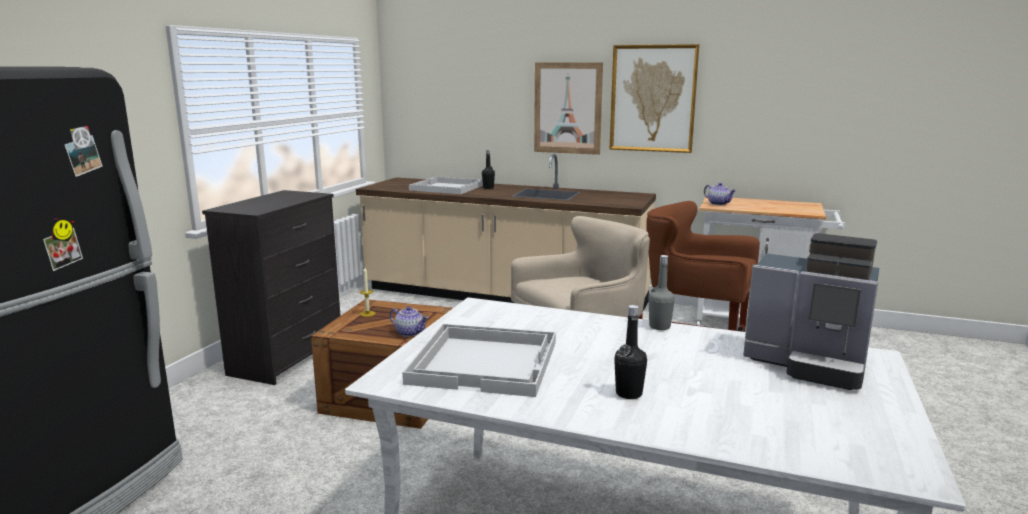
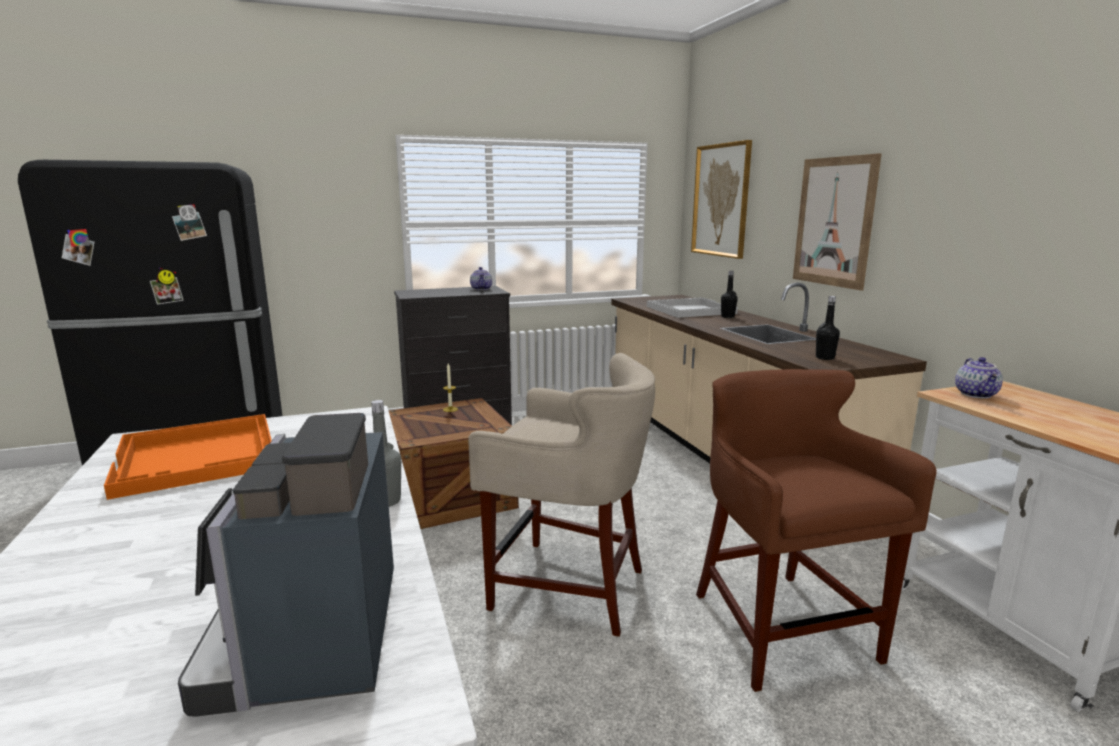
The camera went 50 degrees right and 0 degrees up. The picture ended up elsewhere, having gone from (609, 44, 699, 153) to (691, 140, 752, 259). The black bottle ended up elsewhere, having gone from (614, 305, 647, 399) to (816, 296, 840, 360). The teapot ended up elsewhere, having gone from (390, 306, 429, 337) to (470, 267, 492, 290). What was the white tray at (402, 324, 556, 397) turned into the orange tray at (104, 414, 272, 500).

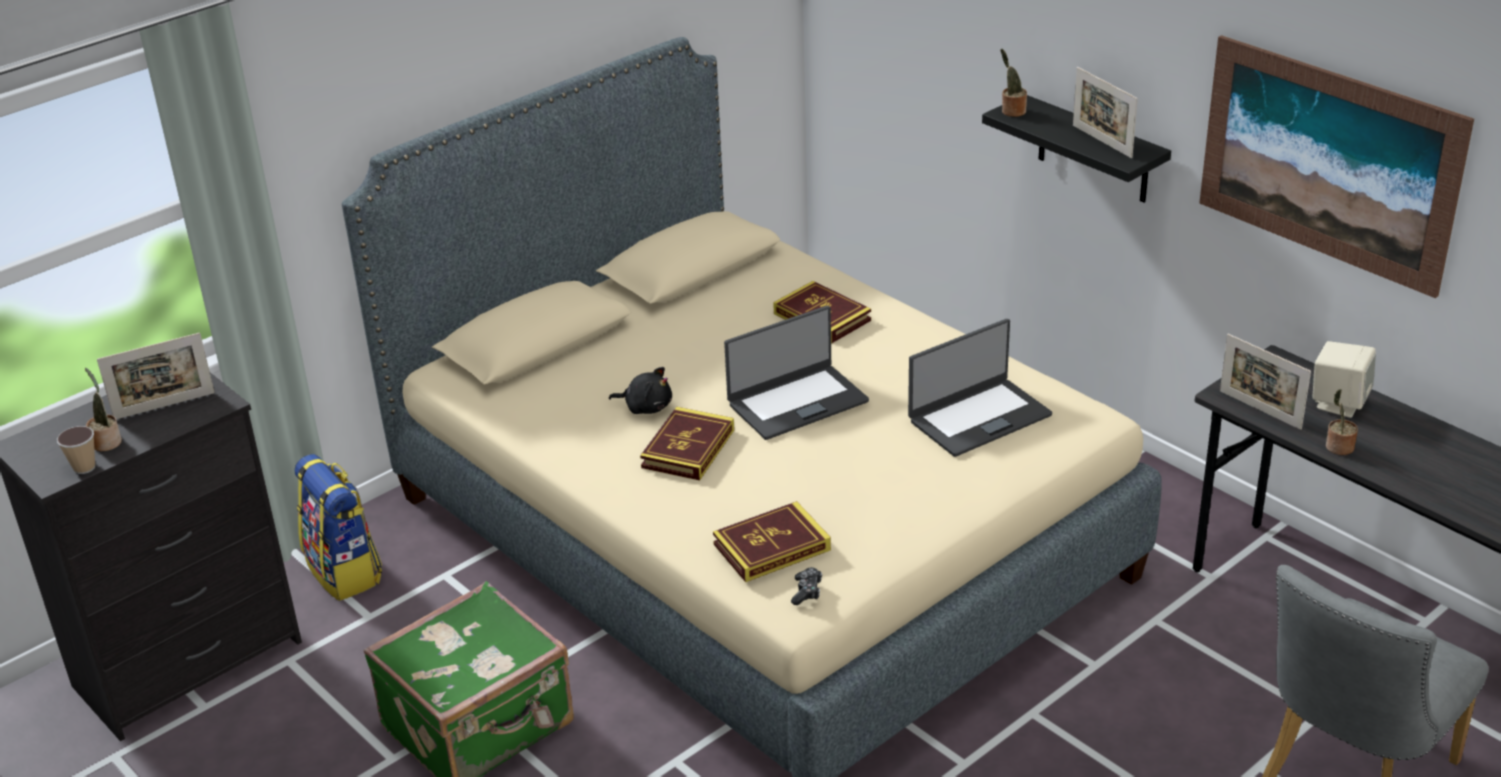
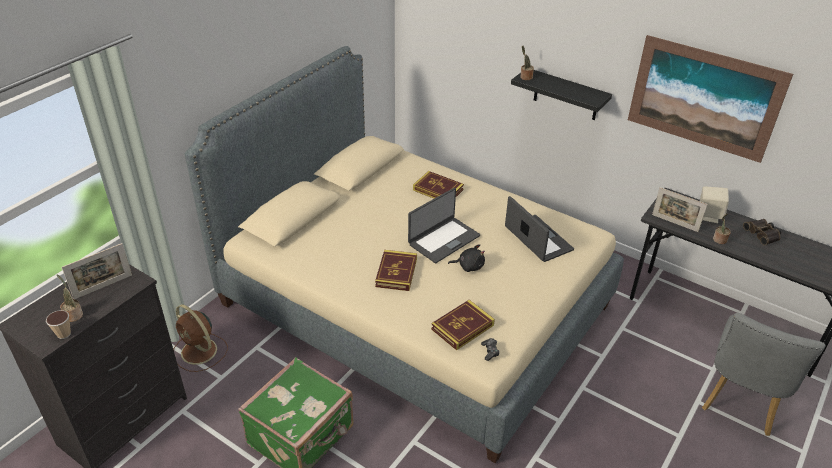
The camera went 15 degrees left and 5 degrees up. The second view lost the picture frame at (1073, 67, 1138, 158). The laptop at (908, 319, 1052, 457) ended up facing another way, 75 degrees counterclockwise from before. The black plush toy ended up elsewhere, having gone from (609, 367, 672, 414) to (448, 244, 485, 272). Where the backpack stood at (294, 454, 382, 601), the brown fan came to stand at (173, 305, 228, 372). The second view gained the binoculars at (743, 219, 781, 245).

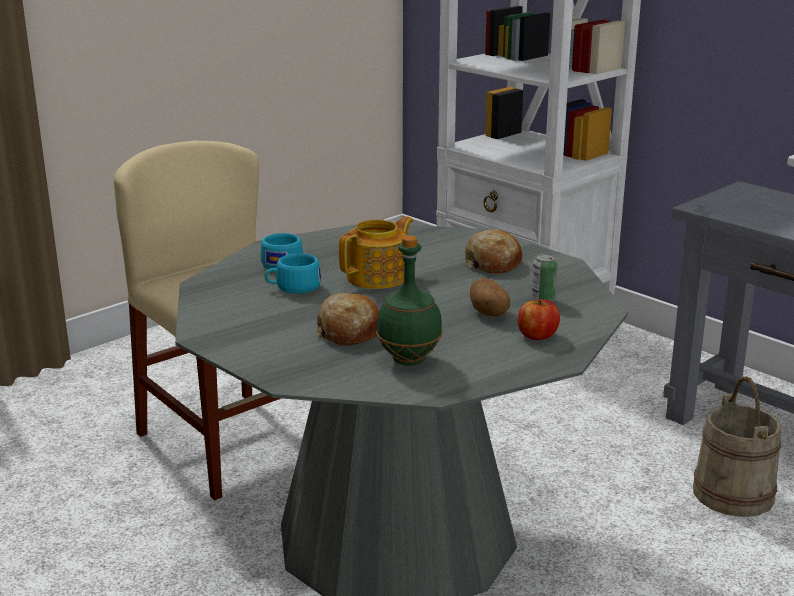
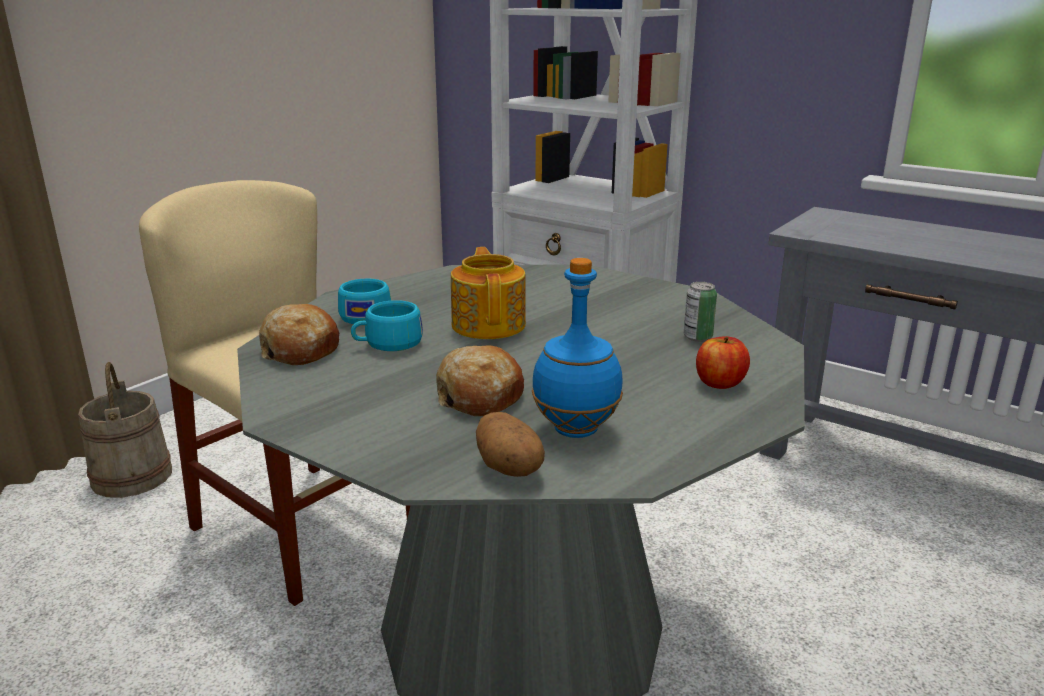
The camera went 10 degrees left and 0 degrees up. The teapot at (339, 216, 414, 289) ended up facing another way, 45 degrees counterclockwise from before. The bread ended up elsewhere, having gone from (465, 230, 522, 274) to (259, 304, 339, 365). What was the green bottle at (376, 236, 442, 366) turned into the blue bottle at (532, 258, 623, 438). The potato ended up elsewhere, having gone from (470, 278, 510, 317) to (476, 412, 545, 477). The beige bucket ended up elsewhere, having gone from (693, 376, 782, 517) to (78, 362, 172, 498).

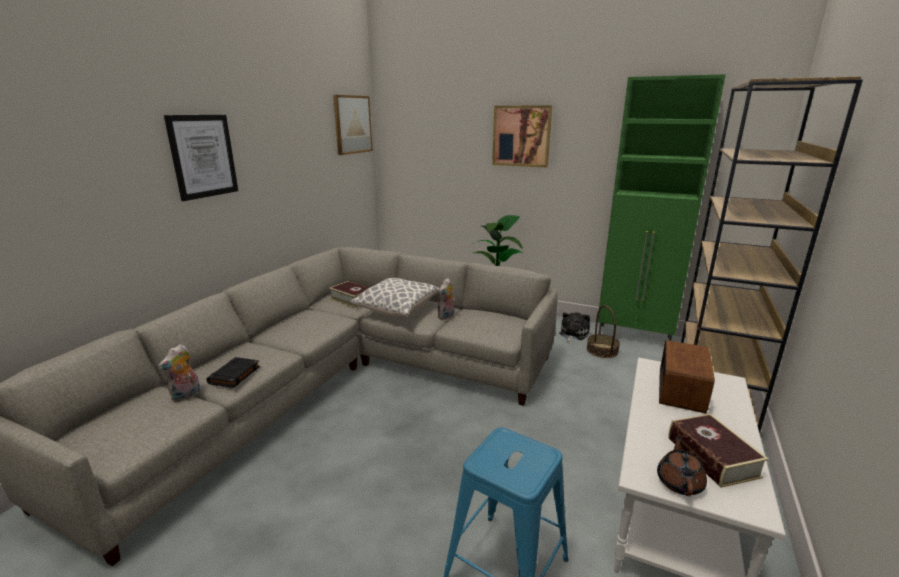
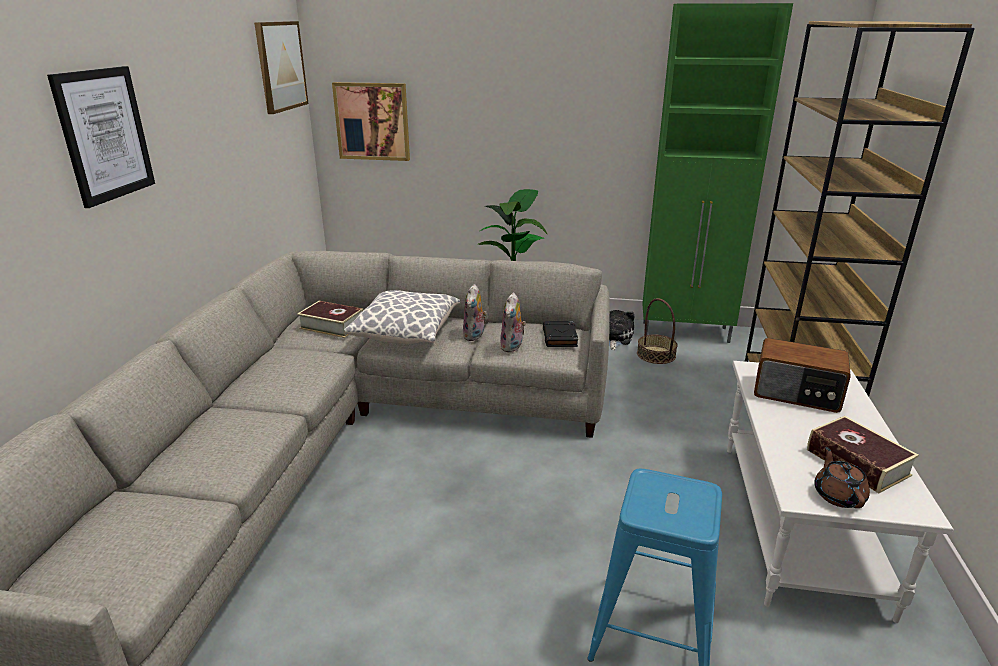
The camera went 15 degrees left and 5 degrees up. The picture ended up elsewhere, having gone from (492, 105, 552, 168) to (332, 82, 410, 161). The radio at (659, 340, 715, 414) ended up facing another way, 105 degrees clockwise from before. The plush toy ended up elsewhere, having gone from (158, 344, 201, 402) to (500, 293, 526, 353). The black book ended up elsewhere, having gone from (206, 357, 260, 388) to (543, 321, 578, 347).

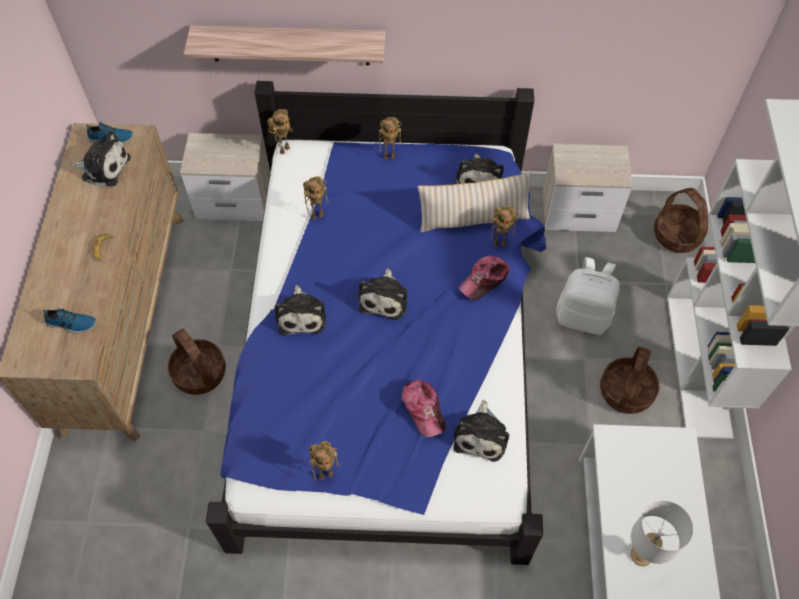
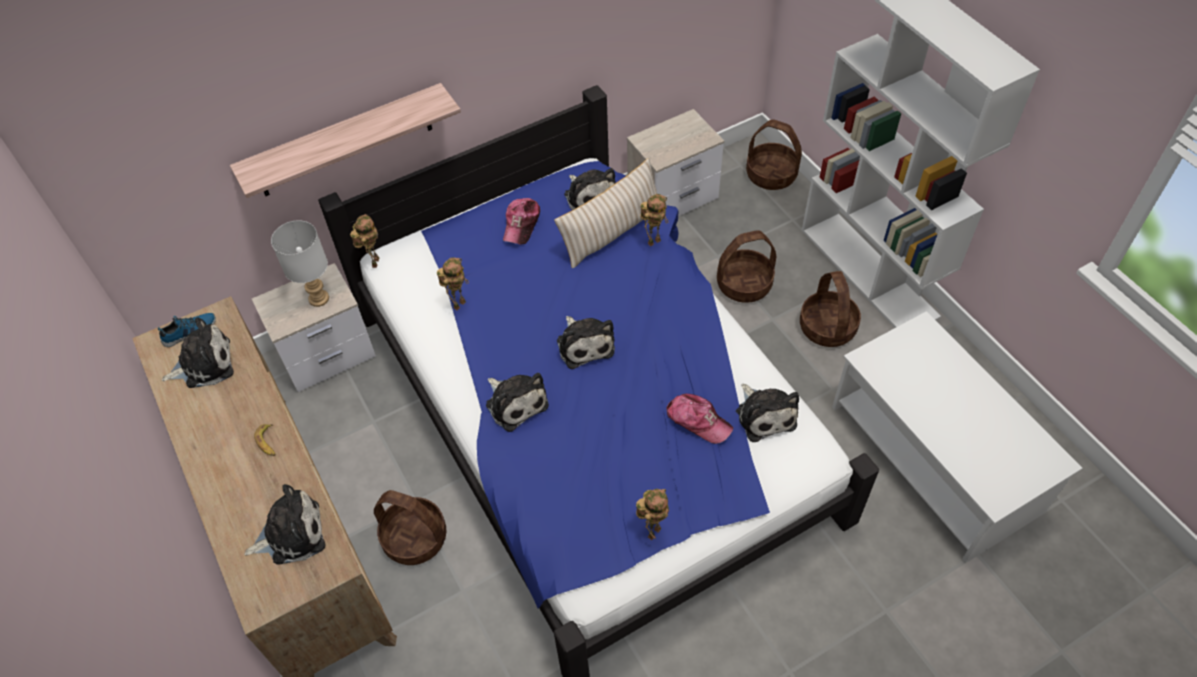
The camera went 30 degrees left and 5 degrees down. The second view lost the toy robot at (379, 117, 402, 159). The cap ended up elsewhere, having gone from (459, 256, 510, 300) to (503, 198, 540, 244). Where the white backpack stood at (556, 257, 620, 335), the basket came to stand at (717, 230, 777, 303). Where the shoe stood at (43, 308, 96, 333), the plush toy came to stand at (245, 484, 325, 565). The white table lamp ended up elsewhere, having gone from (631, 501, 693, 566) to (271, 220, 329, 307).

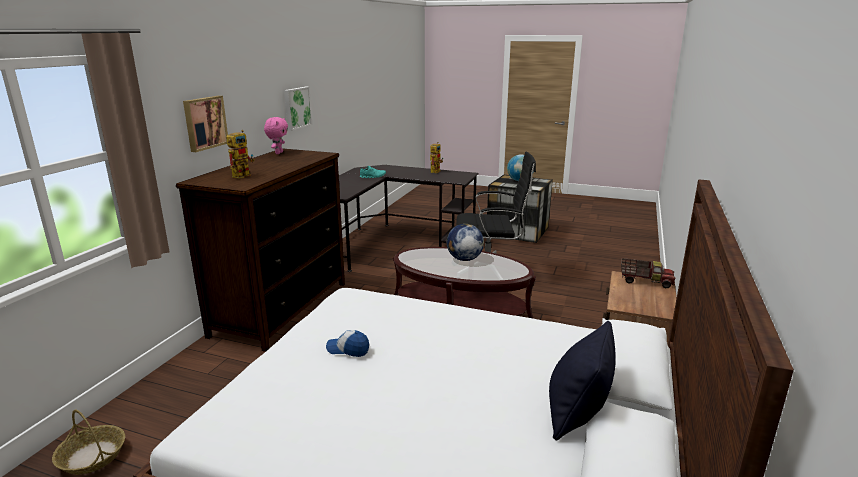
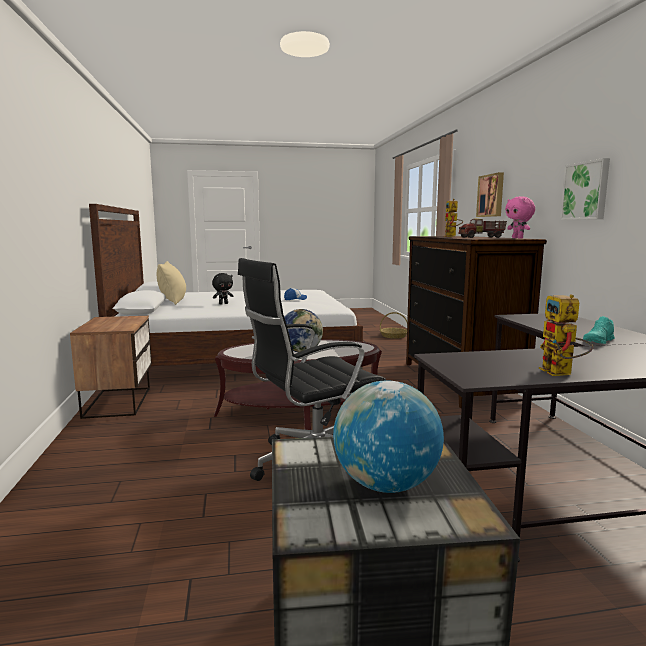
The camera went 150 degrees right and 10 degrees down. The toy truck ended up elsewhere, having gone from (621, 258, 675, 288) to (458, 218, 507, 238). What was the black pillow at (549, 321, 616, 441) turned into the beige pillow at (157, 261, 186, 305). The second view gained the black plush toy at (212, 273, 234, 304).

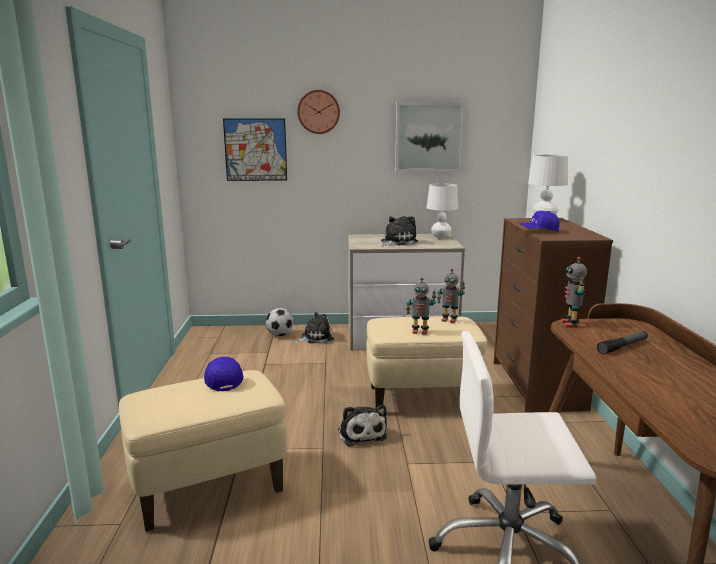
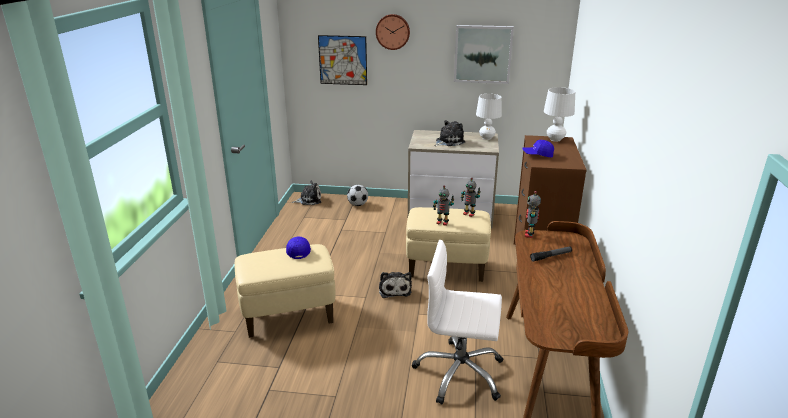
The camera went 10 degrees right and 10 degrees up. The plush toy ended up elsewhere, having gone from (294, 312, 334, 343) to (292, 180, 321, 205).

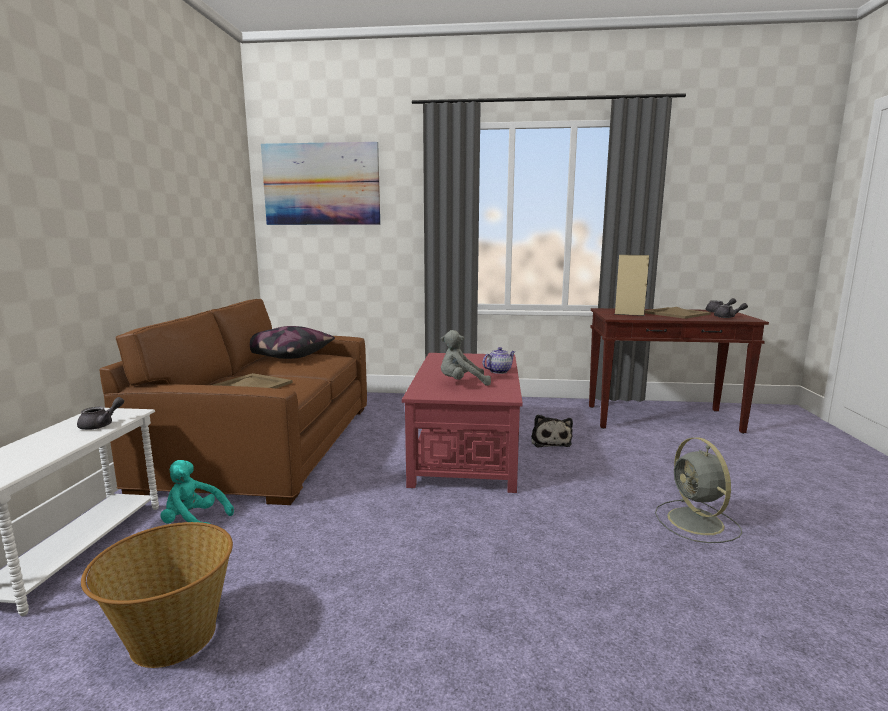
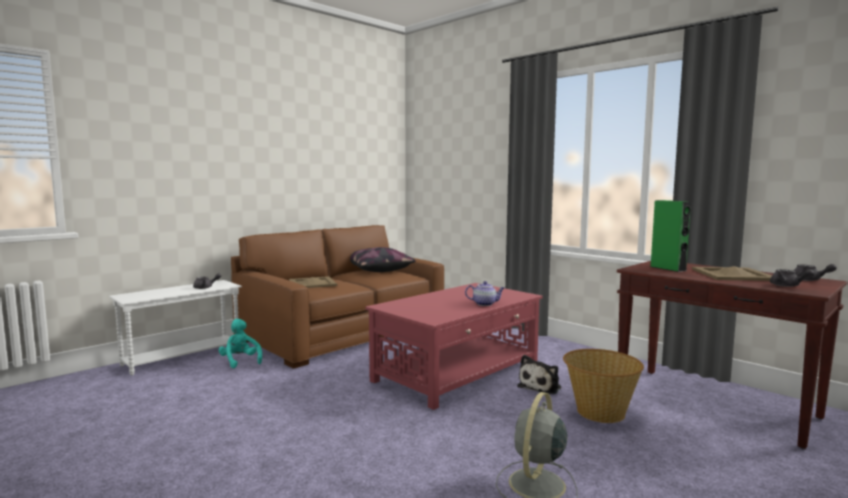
The camera went 40 degrees right and 5 degrees down. The second view lost the picture at (261, 142, 380, 225). What was the beige speaker at (615, 255, 650, 316) turned into the green speaker at (651, 200, 691, 272). The second view lost the grey plush toy at (441, 330, 491, 386). The basket ended up elsewhere, having gone from (81, 522, 233, 668) to (563, 349, 644, 423).

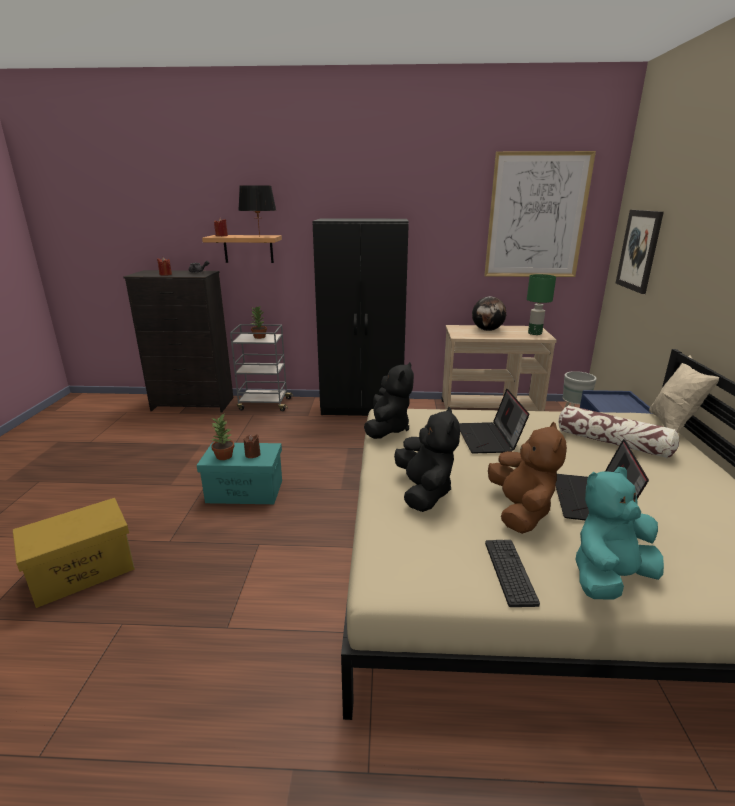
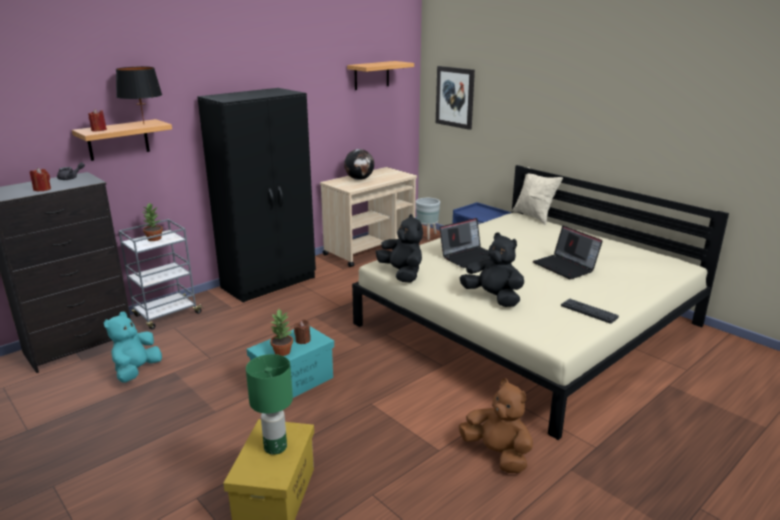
The camera went 45 degrees left and 0 degrees up. Where the picture hung at (484, 151, 596, 277), the shelf came to hang at (347, 61, 414, 90). The green table lamp ended up elsewhere, having gone from (527, 274, 556, 335) to (246, 354, 293, 455). The laptop at (459, 389, 529, 454) ended up facing another way, 75 degrees counterclockwise from before. The second view lost the pillow at (558, 405, 679, 458). The brown plush toy ended up elsewhere, having gone from (488, 422, 567, 534) to (459, 378, 533, 473). The turquoise plush toy ended up elsewhere, having gone from (575, 467, 664, 599) to (104, 312, 162, 382).

